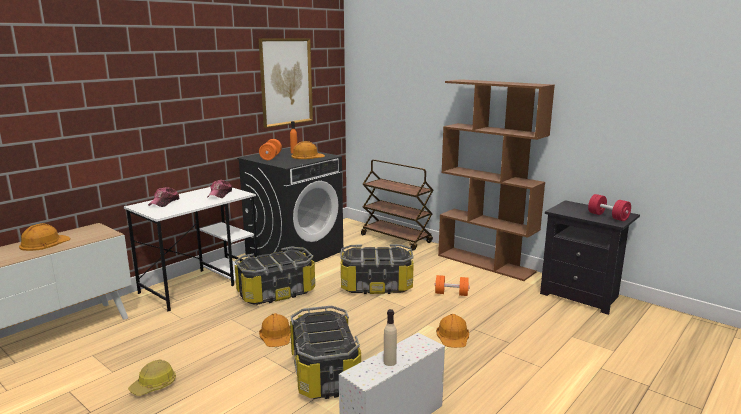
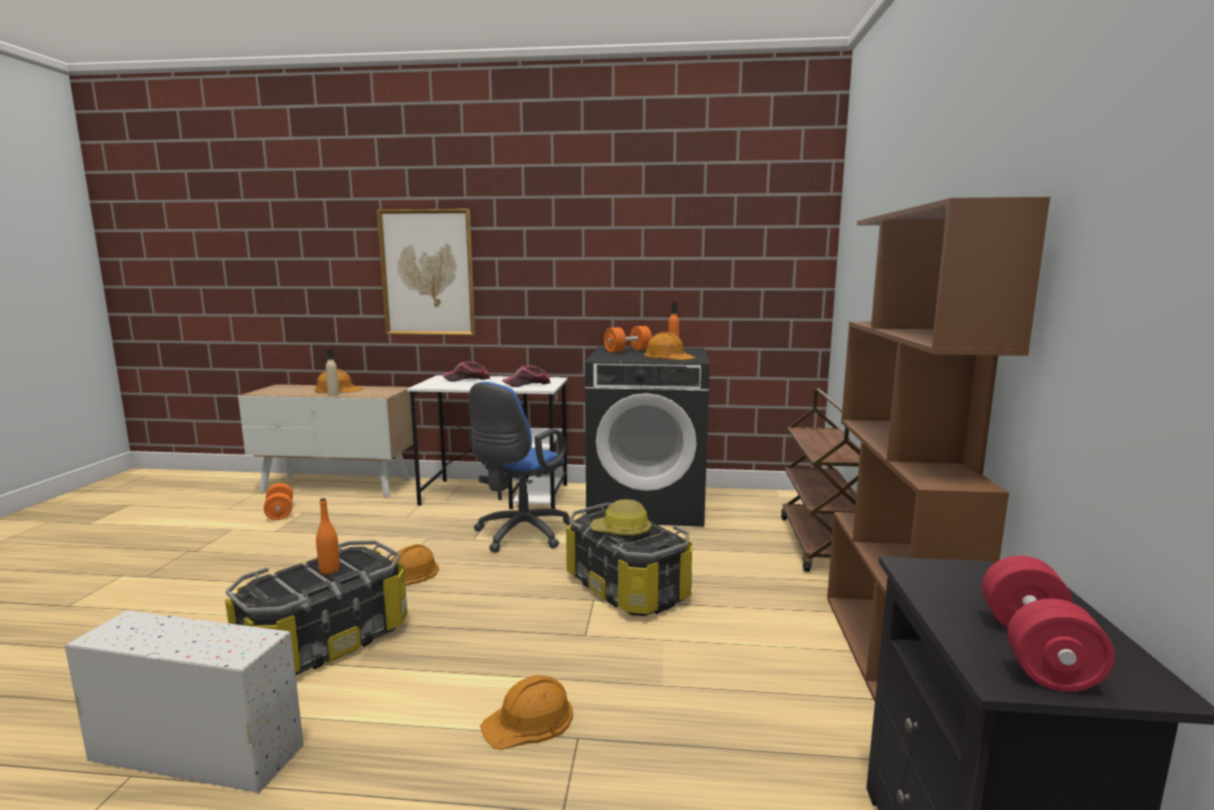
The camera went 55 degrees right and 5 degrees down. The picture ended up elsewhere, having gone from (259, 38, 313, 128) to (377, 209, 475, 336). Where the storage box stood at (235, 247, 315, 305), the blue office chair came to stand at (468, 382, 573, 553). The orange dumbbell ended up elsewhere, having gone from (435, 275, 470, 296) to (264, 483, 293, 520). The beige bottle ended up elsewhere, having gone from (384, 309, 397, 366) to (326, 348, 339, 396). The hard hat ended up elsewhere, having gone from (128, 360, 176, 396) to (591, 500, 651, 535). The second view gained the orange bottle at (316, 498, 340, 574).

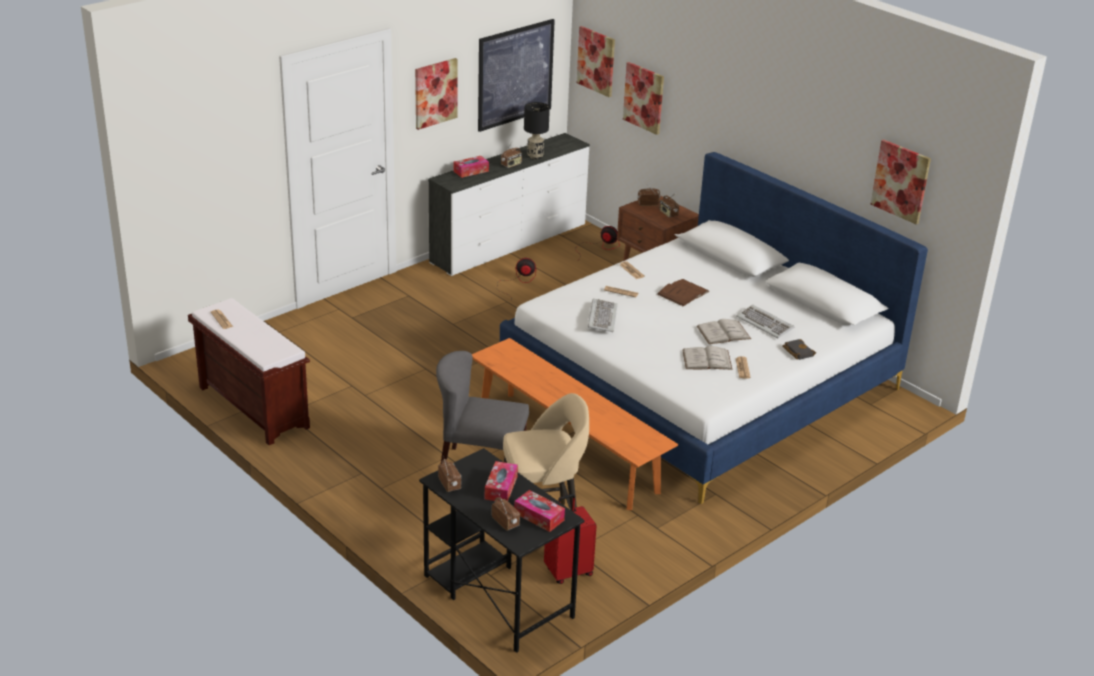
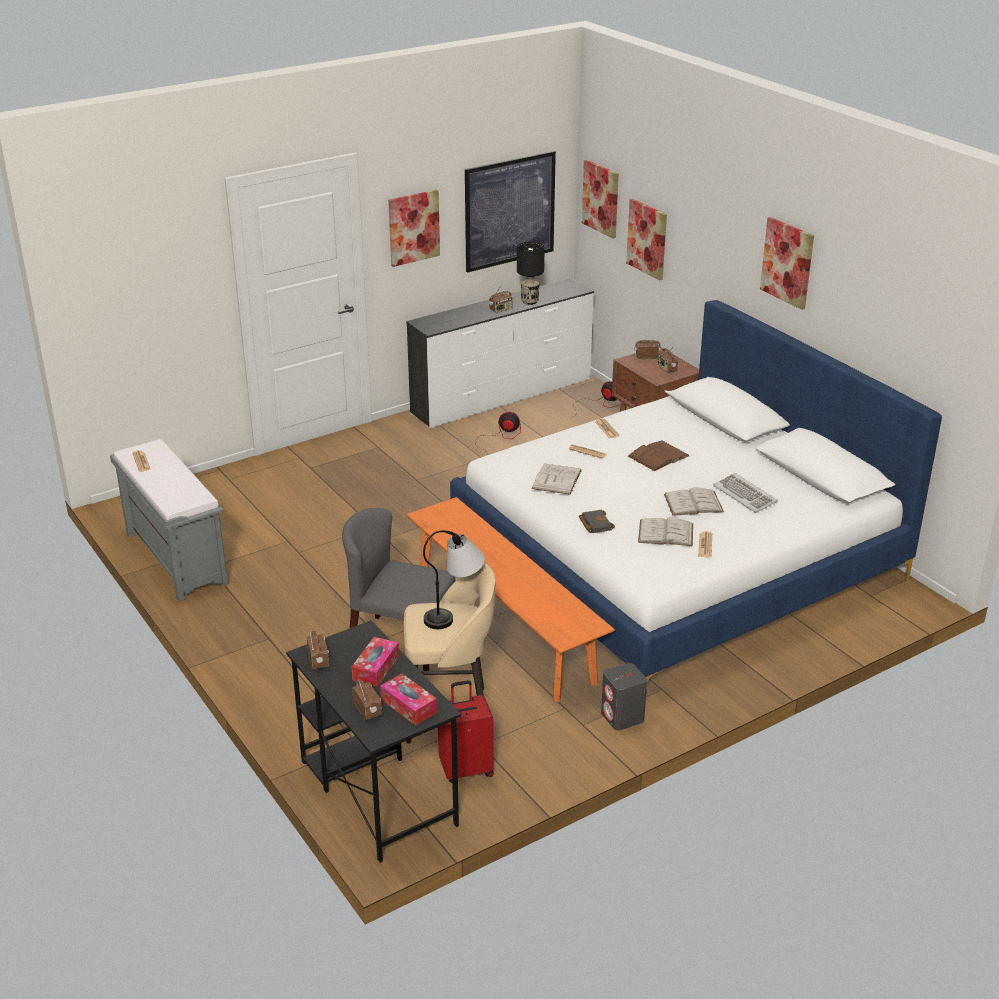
The camera went 10 degrees right and 0 degrees up. The picture ended up elsewhere, having gone from (871, 139, 931, 225) to (760, 217, 814, 310). The second view lost the tissue box at (454, 156, 489, 178). What was the brown bench at (188, 298, 310, 445) turned into the grey bench at (110, 439, 229, 601). Where the keyboard stood at (588, 299, 618, 332), the white book came to stand at (532, 463, 582, 495). The black book ended up elsewhere, having gone from (782, 339, 816, 360) to (579, 510, 615, 533). The second view gained the table lamp at (423, 530, 485, 629). The second view gained the grey speaker at (601, 663, 647, 731).

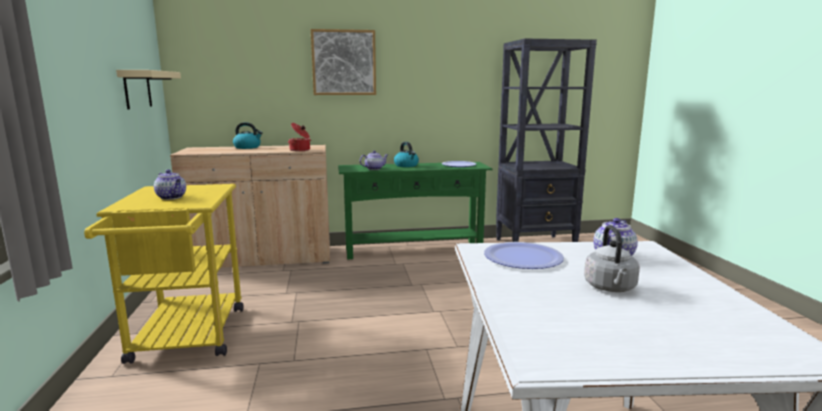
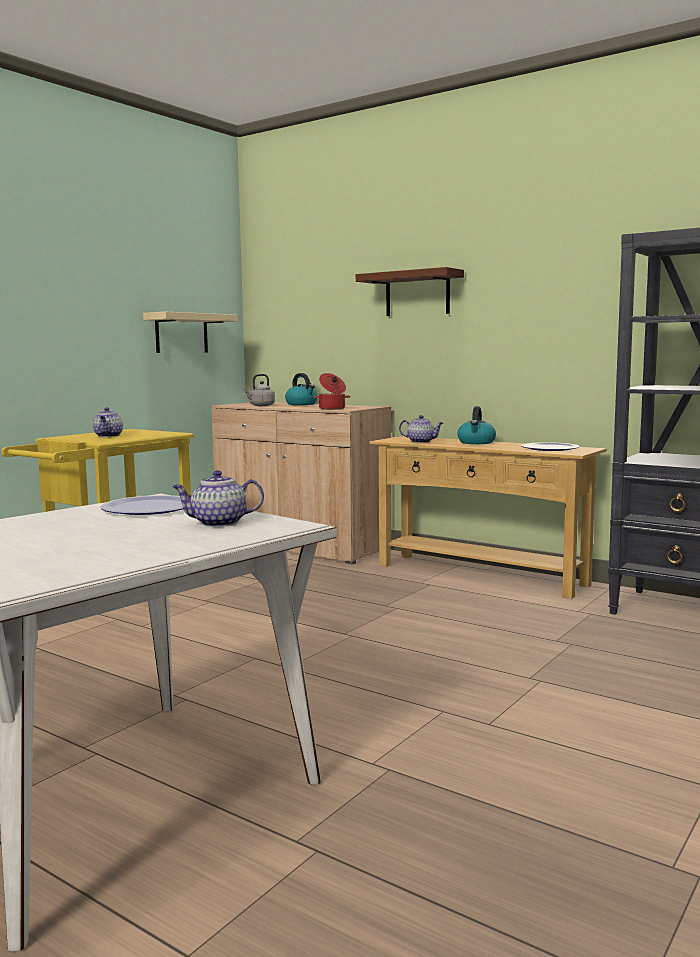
The camera went 45 degrees right and 5 degrees down. Where the picture hung at (311, 29, 376, 95), the brown shelf came to hang at (356, 267, 464, 316). What was the green console table at (338, 162, 492, 259) turned into the beige console table at (369, 436, 607, 599). The grey kettle ended up elsewhere, having gone from (584, 225, 640, 292) to (244, 374, 275, 406).

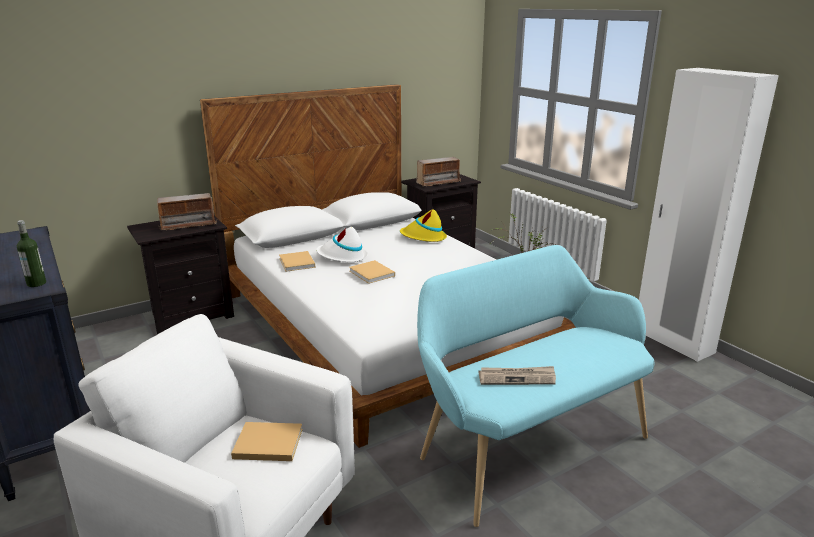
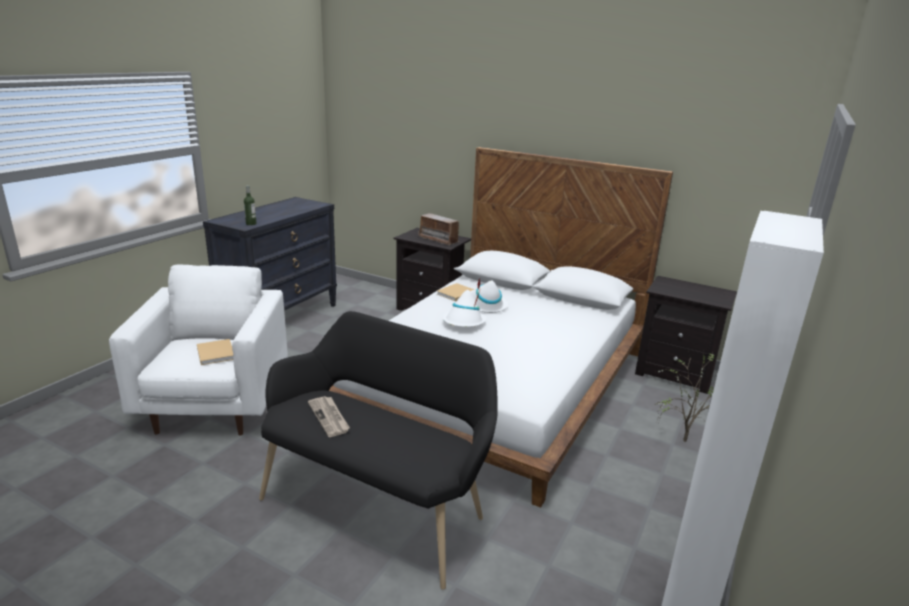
The camera went 60 degrees right and 0 degrees up. The second view lost the radio at (416, 157, 461, 186). The second view lost the yellow hat at (400, 209, 447, 242). What was the turquoise bench at (417, 245, 654, 527) turned into the black bench at (259, 311, 498, 590). Where the beige book stood at (349, 260, 395, 284), the white hat came to stand at (443, 290, 487, 327).

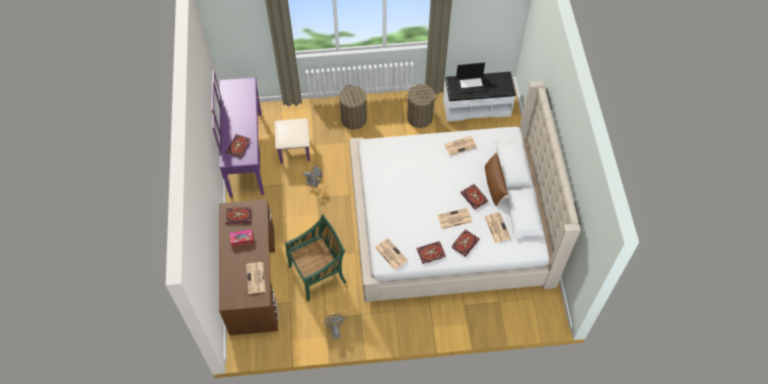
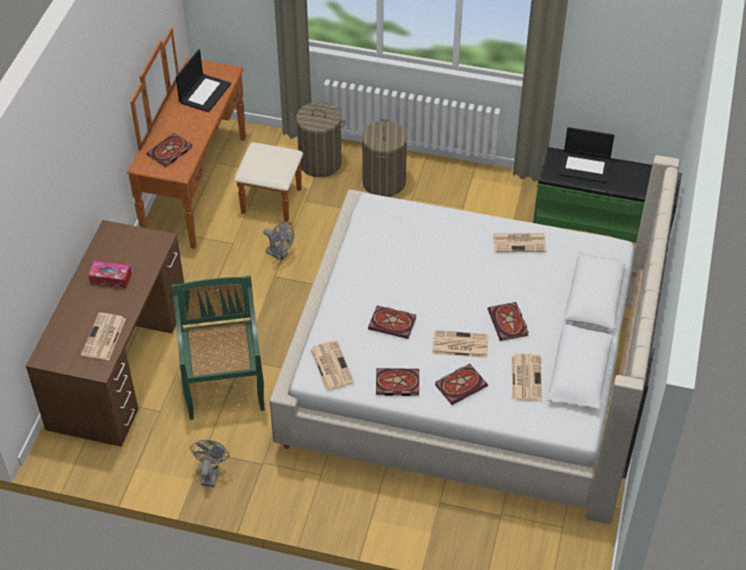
The camera went 20 degrees right and 10 degrees down. What was the purple dresser at (212, 70, 310, 198) turned into the brown dresser at (127, 28, 303, 249). What was the white bench at (443, 72, 516, 122) turned into the green bench at (533, 147, 652, 243). The laundry basket ended up elsewhere, having gone from (405, 84, 438, 128) to (291, 102, 345, 177). The second view lost the brown pillow at (485, 152, 508, 207). The book ended up elsewhere, having gone from (226, 207, 251, 224) to (368, 306, 416, 339). The green chair at (285, 214, 347, 301) ended up facing another way, 90 degrees counterclockwise from before. The second view gained the laptop at (176, 49, 231, 112).

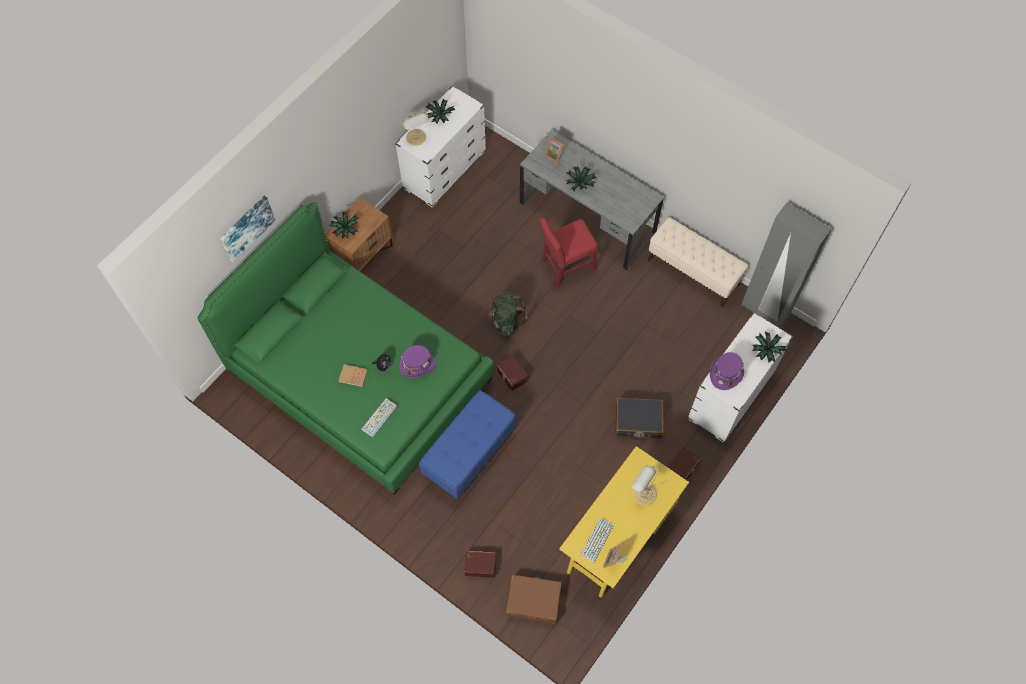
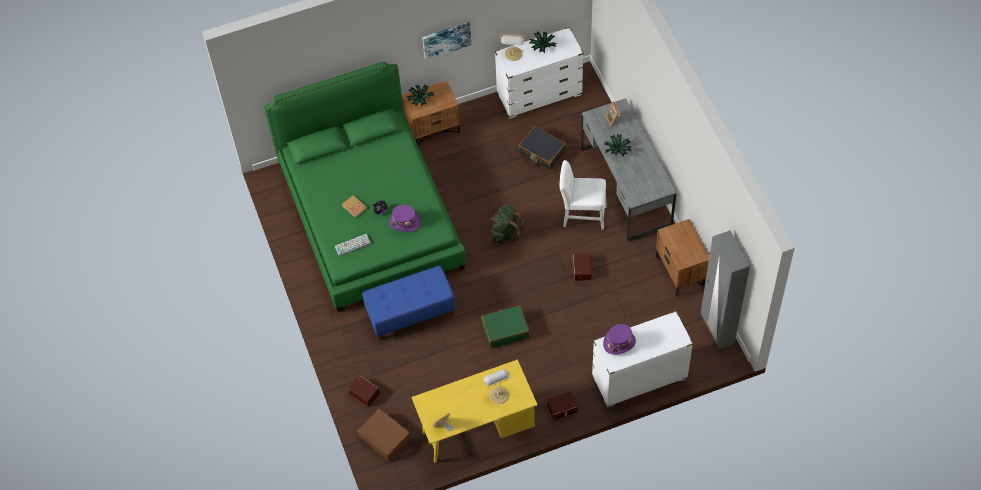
The camera went 35 degrees right and 5 degrees down. The picture ended up elsewhere, having gone from (220, 196, 275, 262) to (422, 22, 471, 60). Where the beige bench stood at (647, 217, 749, 307), the brown nightstand came to stand at (656, 219, 709, 296). What was the red chair at (539, 218, 598, 287) turned into the white chair at (560, 160, 607, 230). The second view lost the potted plant at (752, 332, 787, 362). The brown storage box ended up elsewhere, having gone from (497, 355, 528, 391) to (572, 253, 592, 281). The black suitcase ended up elsewhere, having gone from (615, 398, 664, 440) to (518, 126, 566, 170). The second view lost the keyboard at (580, 518, 614, 563). The second view gained the green suitcase at (481, 305, 530, 348).

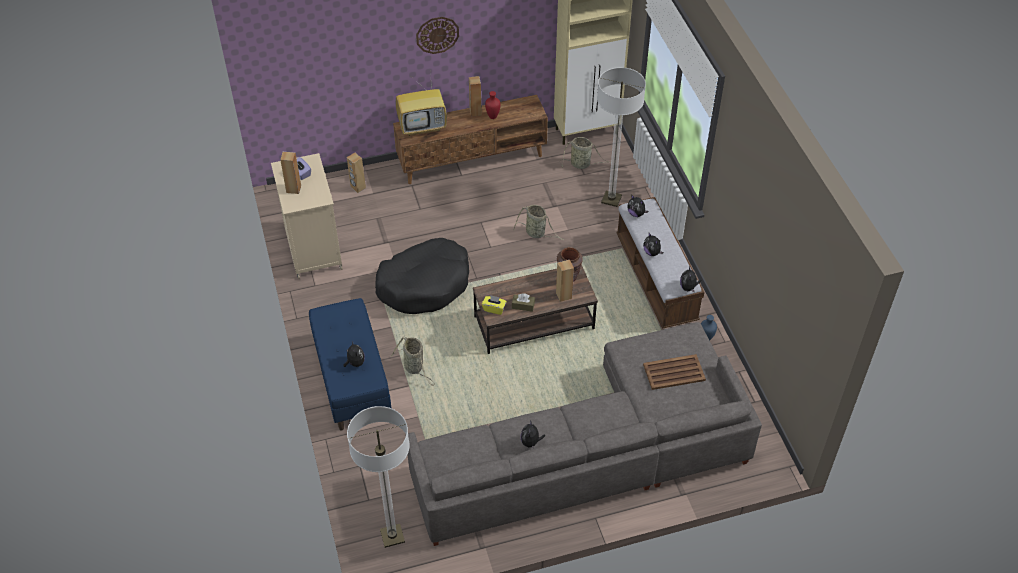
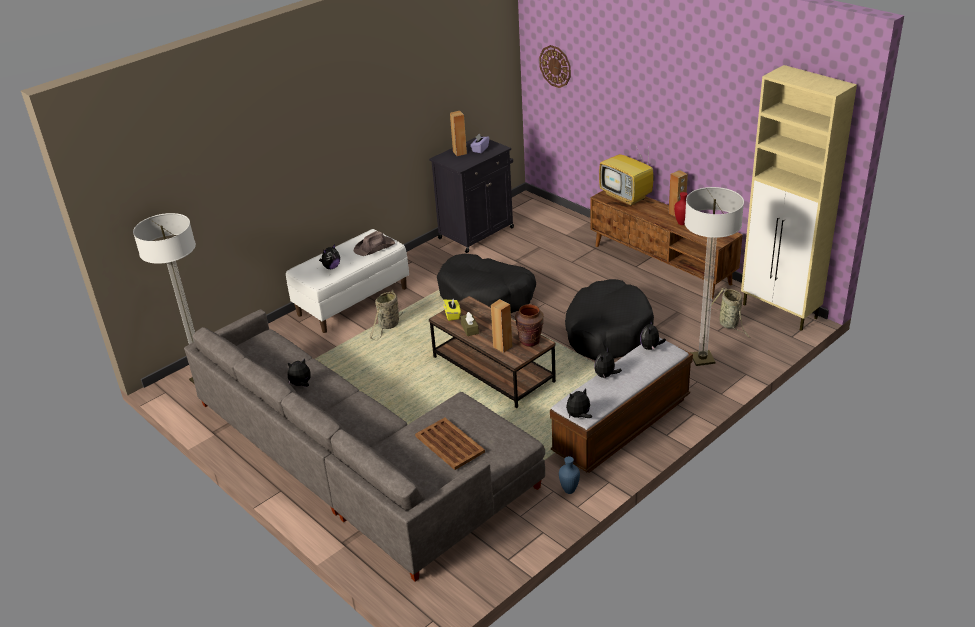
The camera went 65 degrees right and 15 degrees down. The wall clock ended up elsewhere, having gone from (416, 17, 459, 54) to (539, 45, 571, 88). What was the beige cabinet at (271, 153, 342, 279) turned into the black cabinet at (429, 136, 514, 253). The second view lost the brown speaker at (347, 153, 366, 193). Where the basket stood at (514, 205, 564, 241), the black dog bed came to stand at (565, 279, 654, 360). What was the blue bench at (309, 298, 391, 430) turned into the white bench at (286, 229, 409, 333). The second view gained the brown hat at (354, 231, 395, 256).

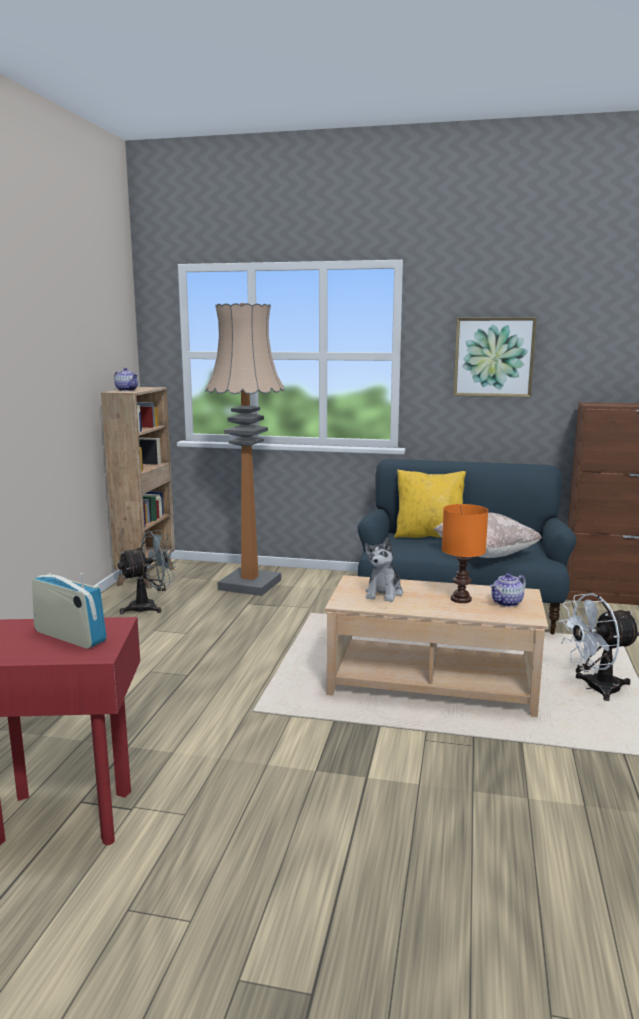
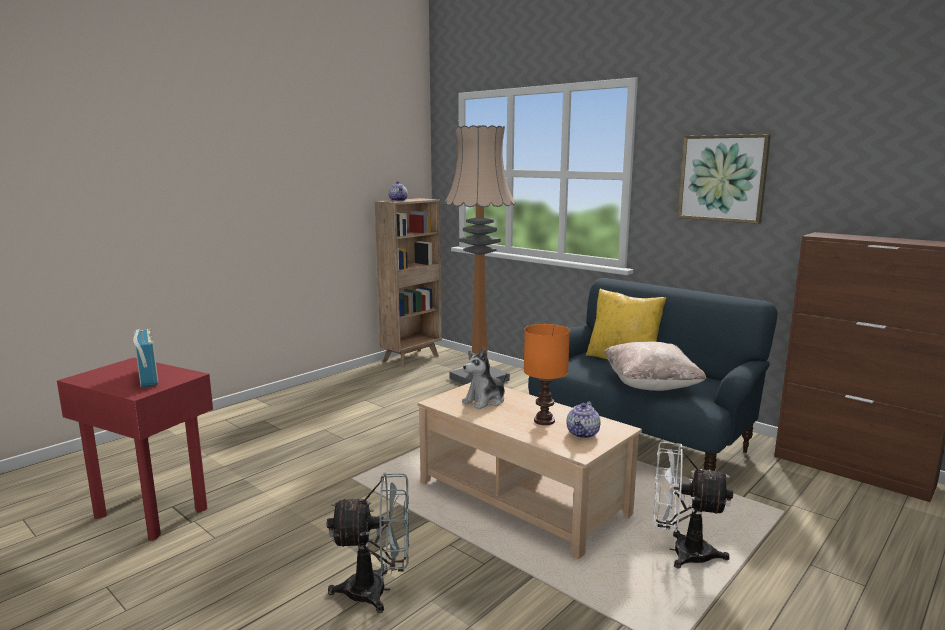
The camera went 30 degrees right and 0 degrees up. The grey fan ended up elsewhere, having gone from (118, 530, 177, 614) to (327, 472, 409, 613). The teapot at (490, 573, 526, 607) ended up facing another way, 60 degrees counterclockwise from before.

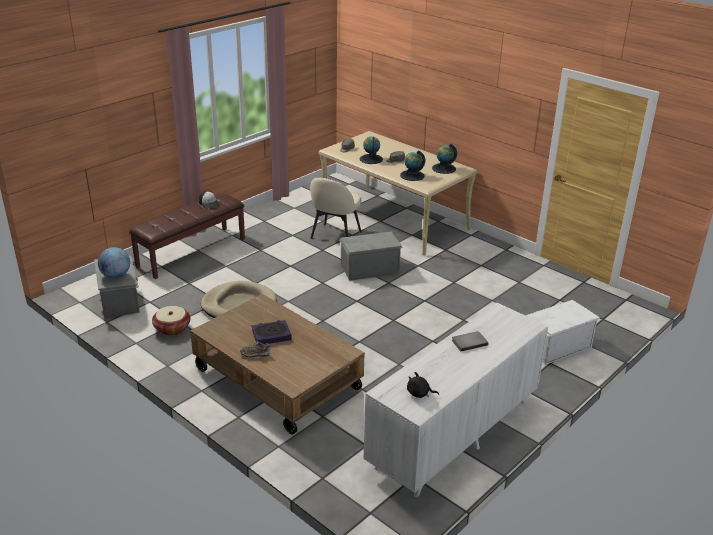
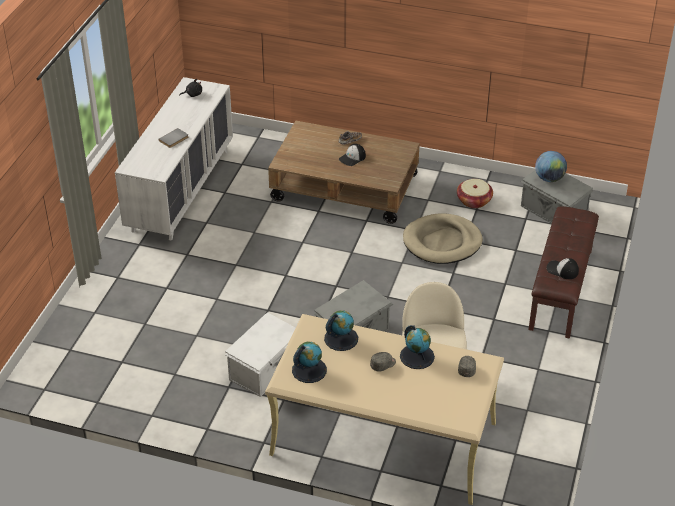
The camera went 155 degrees right and 10 degrees up. The white storage box ended up elsewhere, having gone from (525, 300, 600, 364) to (225, 312, 295, 397). Where the book stood at (252, 320, 292, 344), the cap came to stand at (339, 144, 366, 166).

